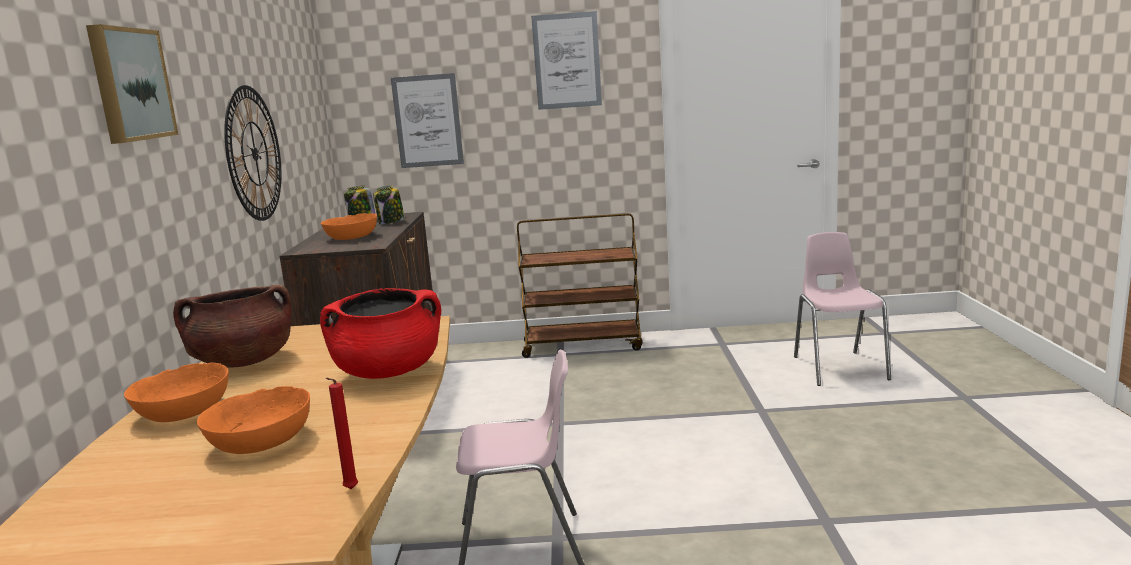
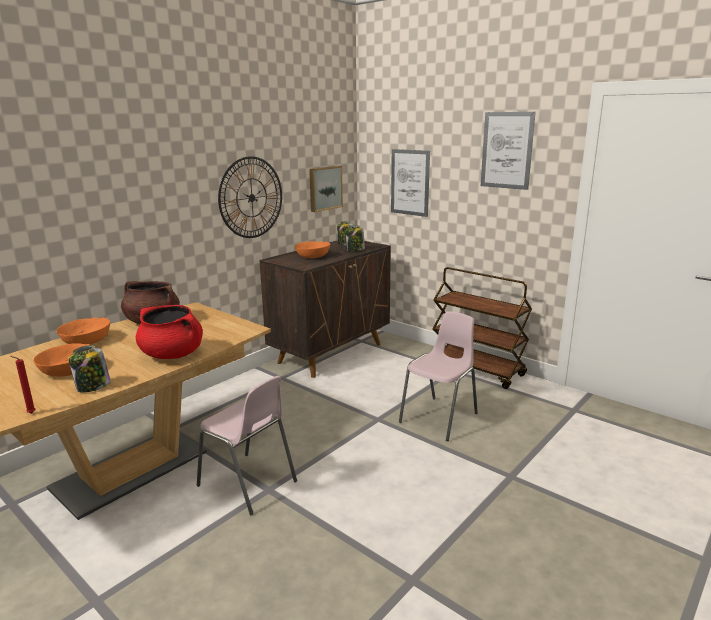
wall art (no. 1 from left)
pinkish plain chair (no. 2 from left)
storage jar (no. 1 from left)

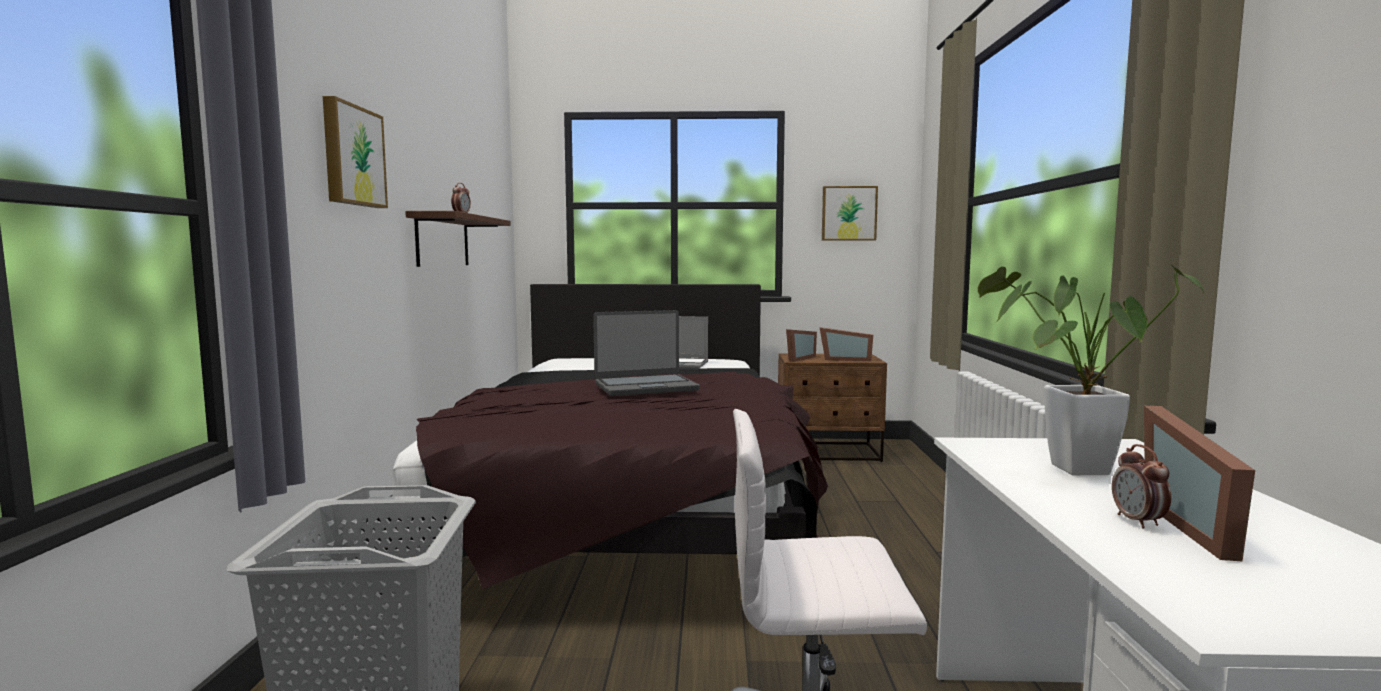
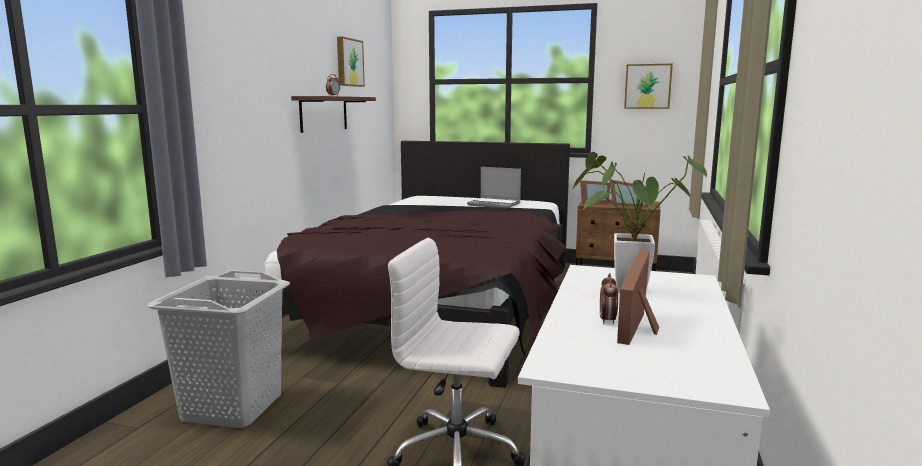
wall art (no. 1 from left)
portable computer (no. 1 from left in the first image)

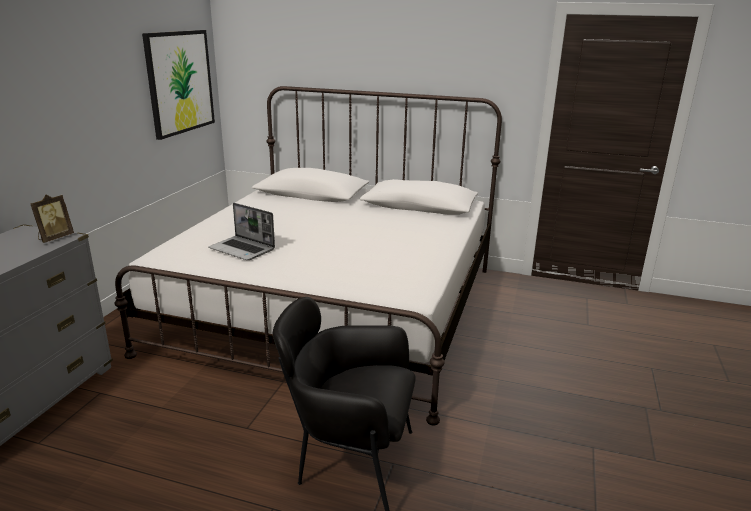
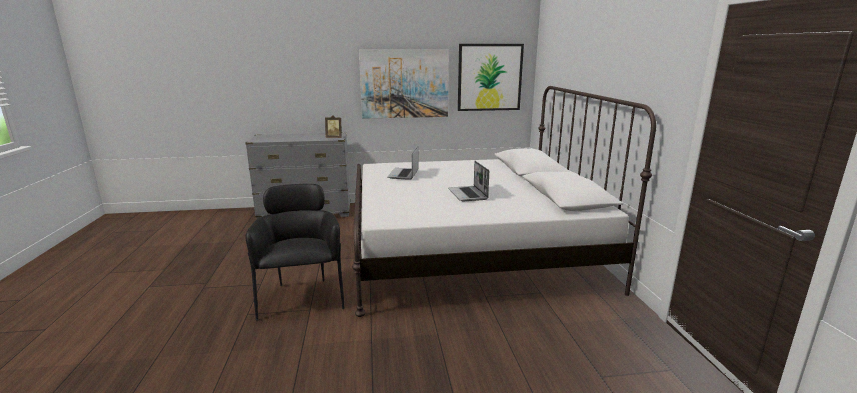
wall art (no. 1 from left)
portable computer (no. 2 from left)

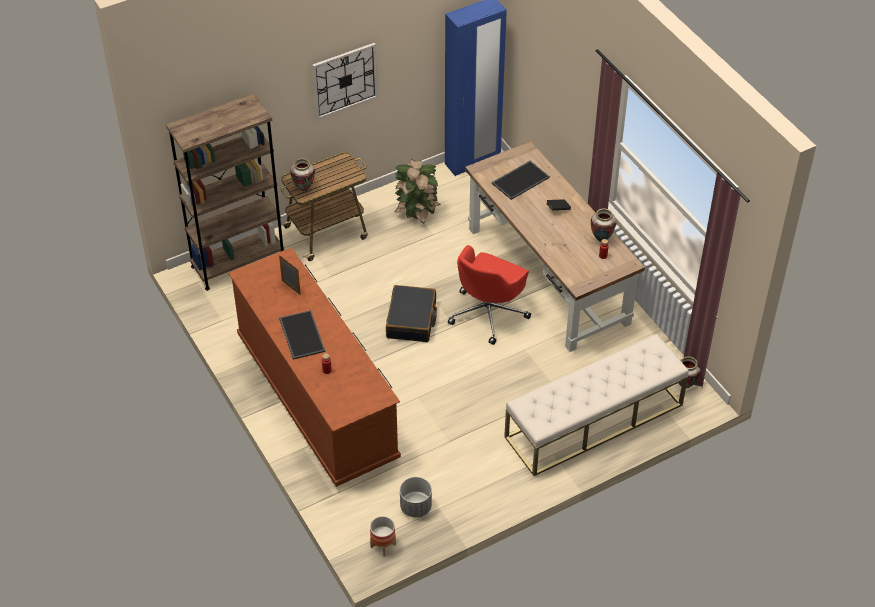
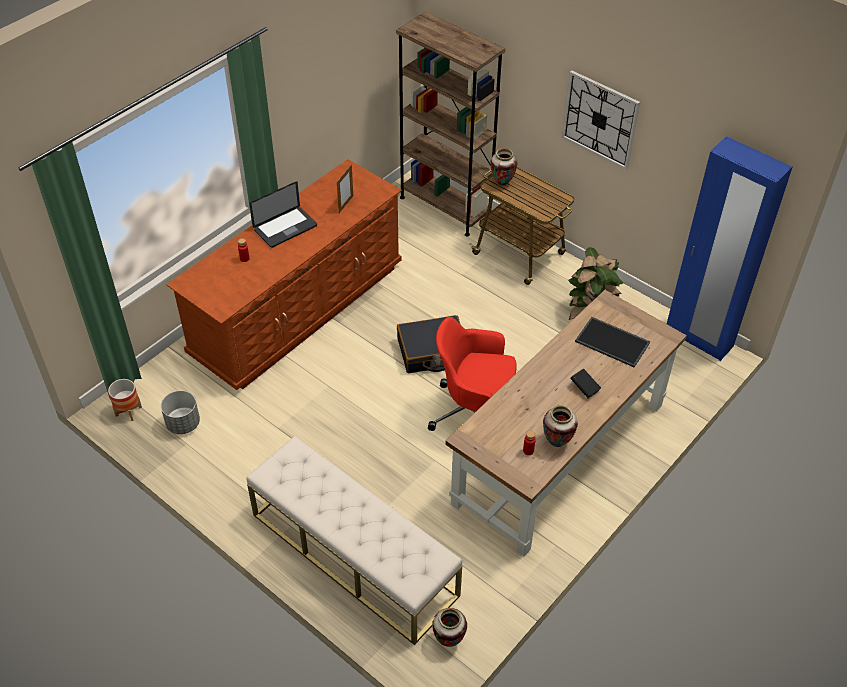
portable computer

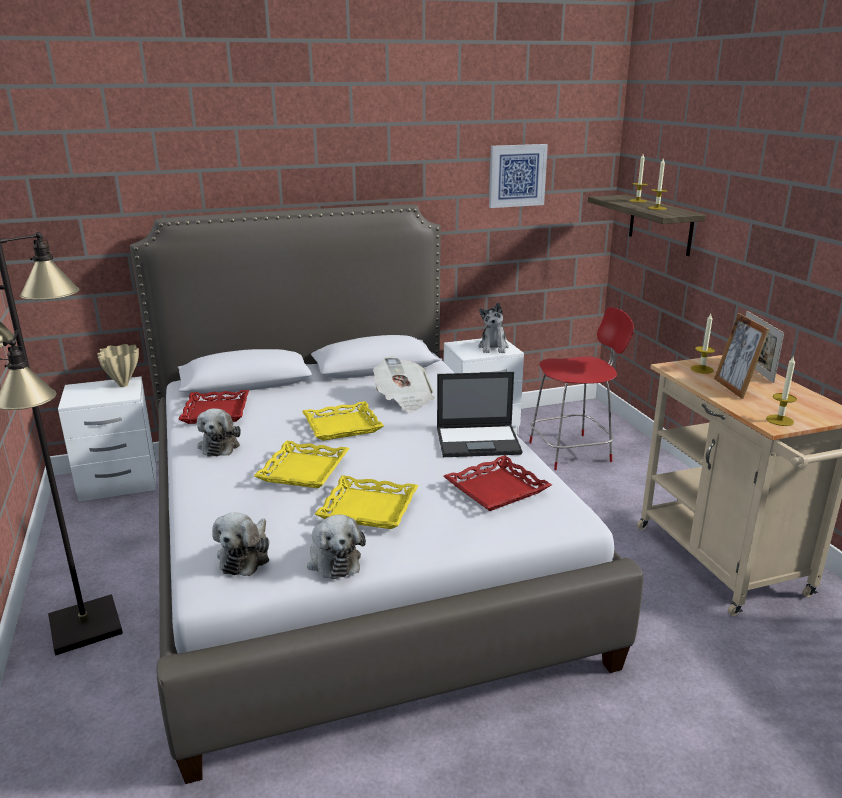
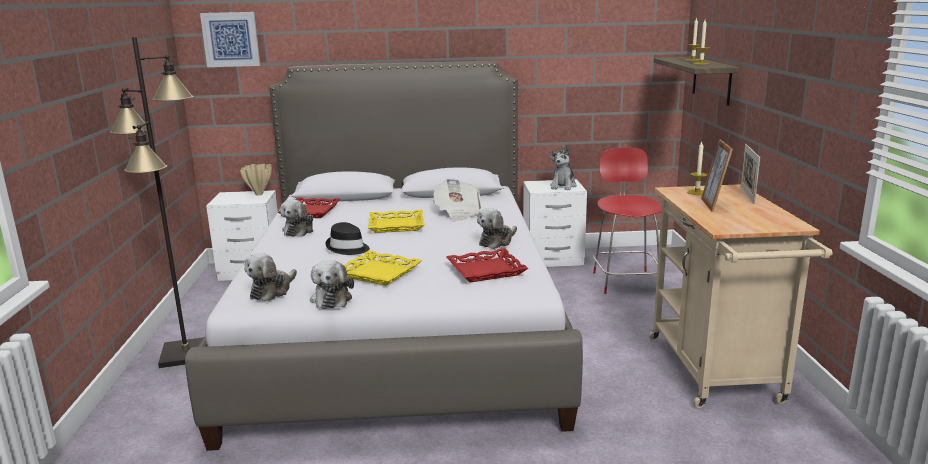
blackish hat
soft toy (no. 4 from left)
wall art
reddish plain chair
wax light (no. 4 from left in the first image)

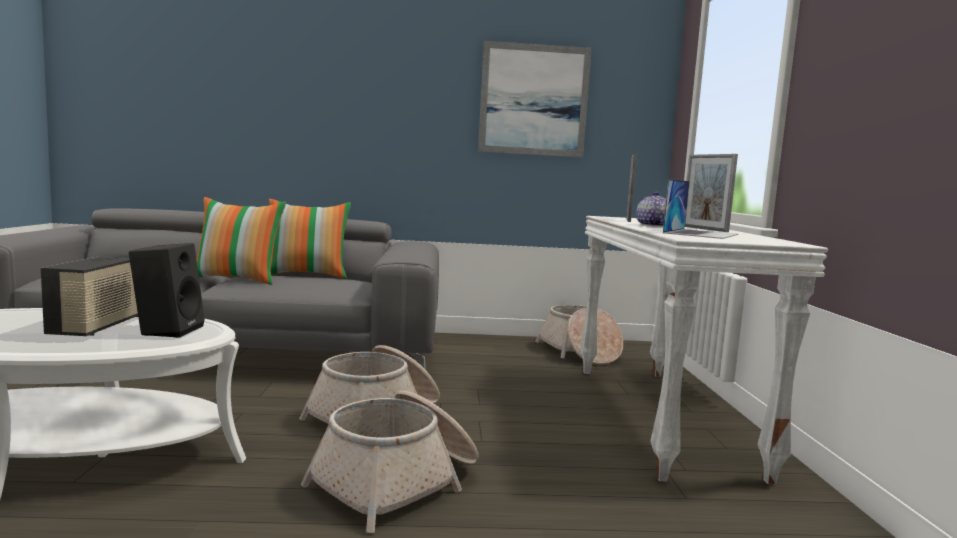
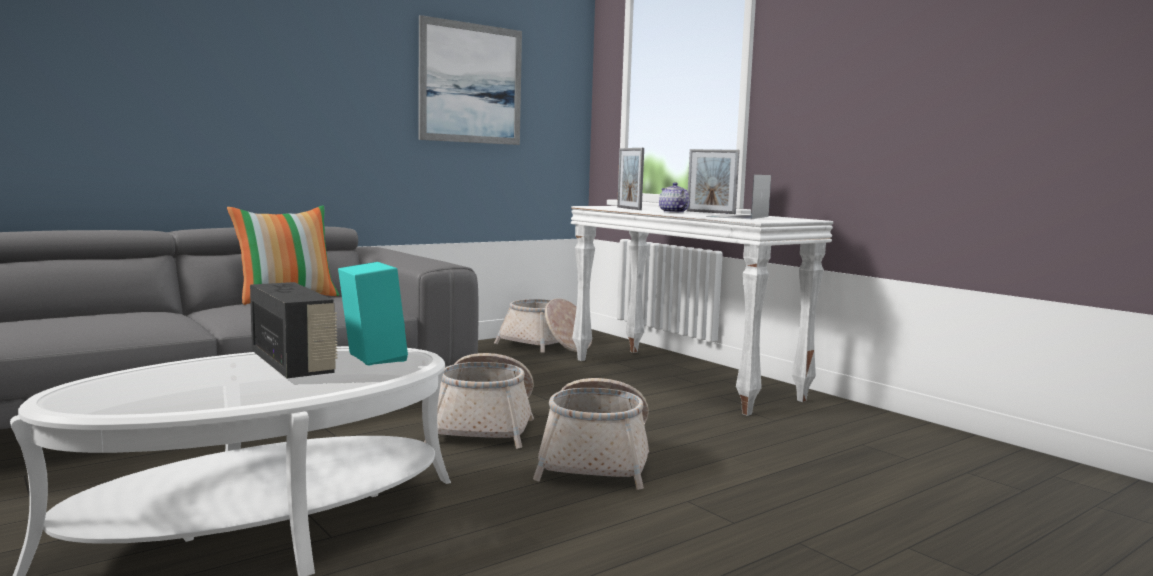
blue-green speaker
throw pillow (no. 1 from left in the first image)
portable computer

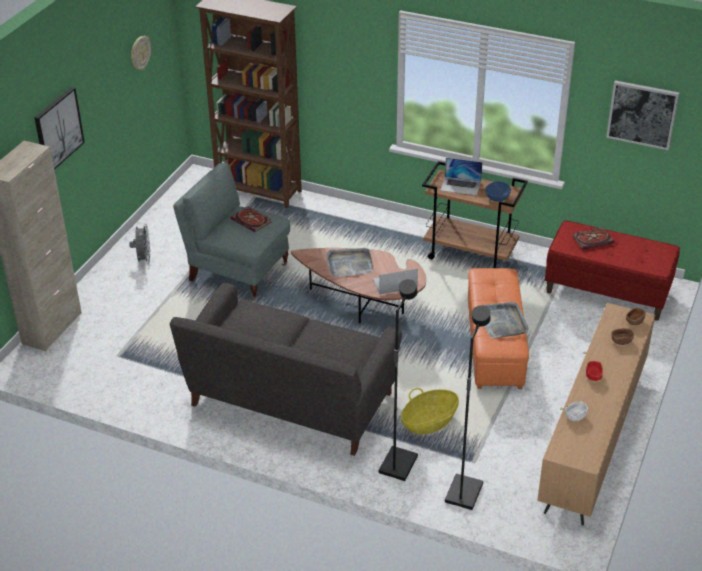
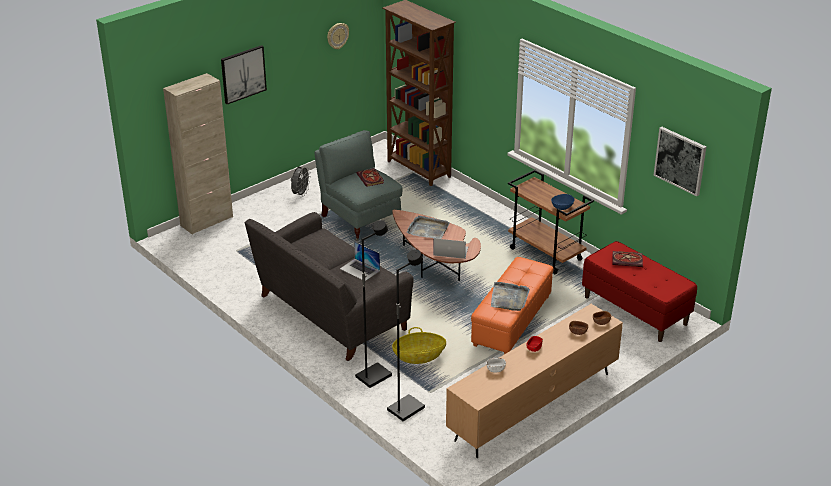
portable computer (no. 1 from left)

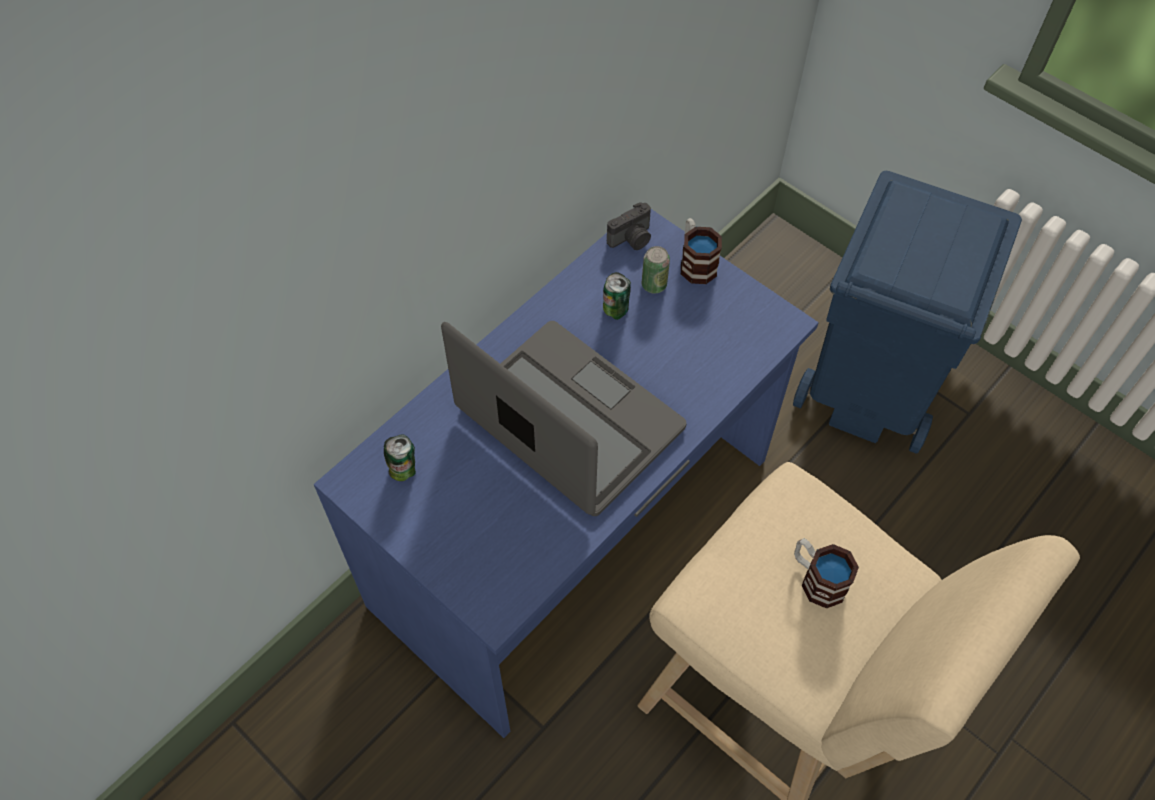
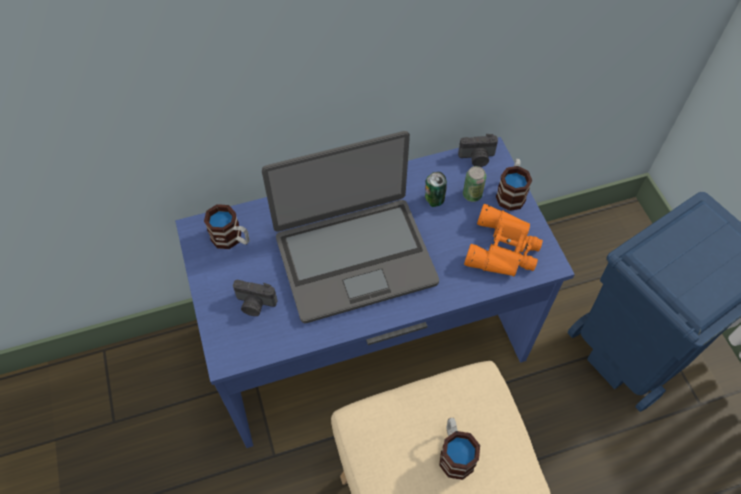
tea mug (no. 1 from left)
portable computer
still camera (no. 1 from left)
orangey pair of binoculars

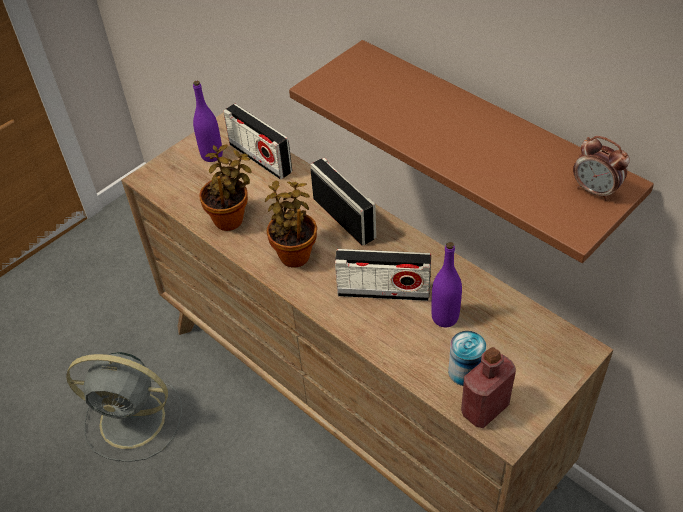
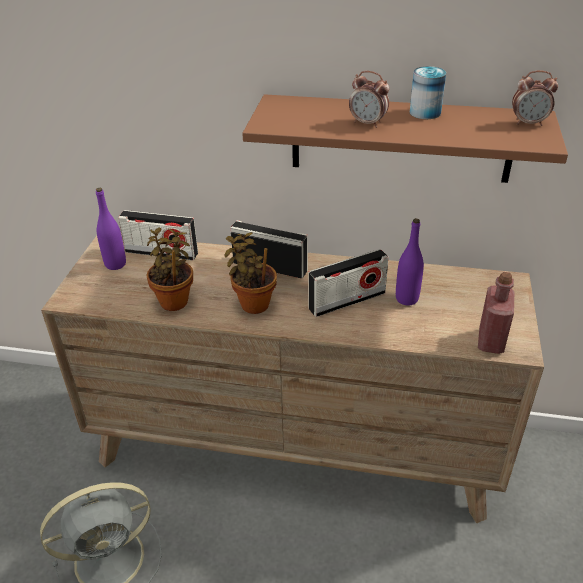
can
alarm clock (no. 1 from left)

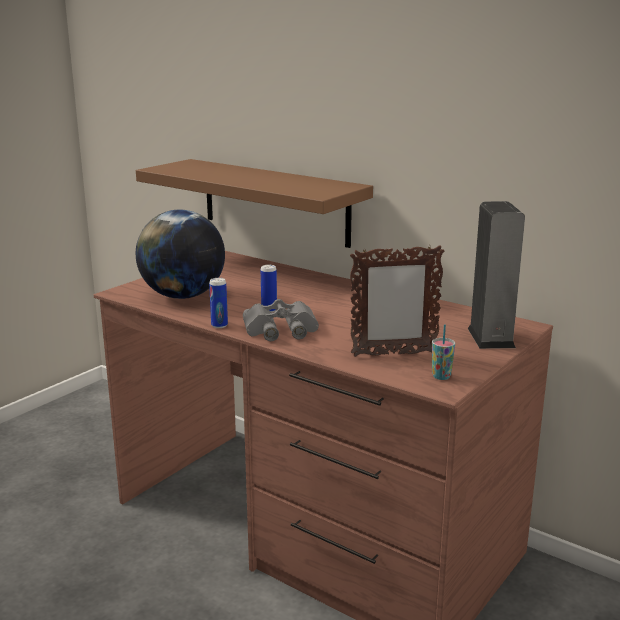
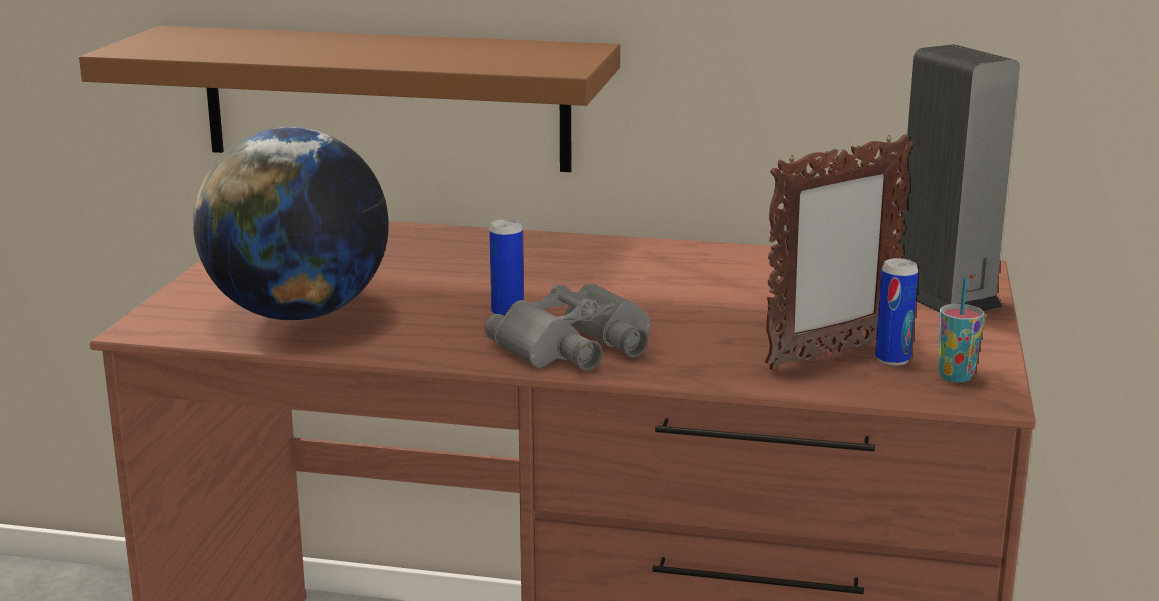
can (no. 2 from left)

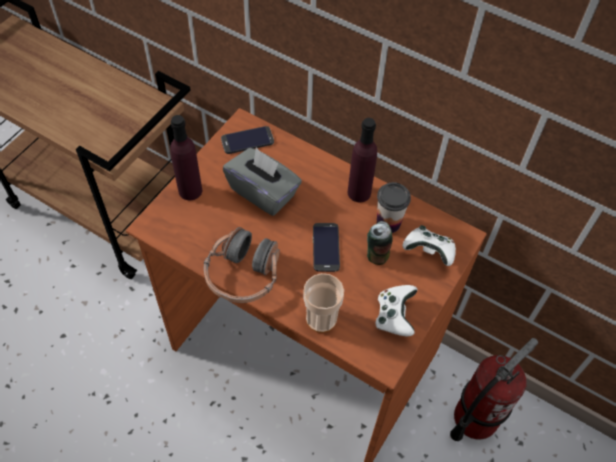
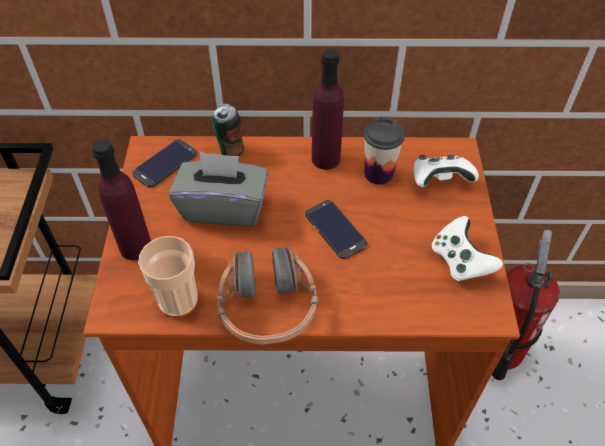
cup (no. 1 from left)
can

